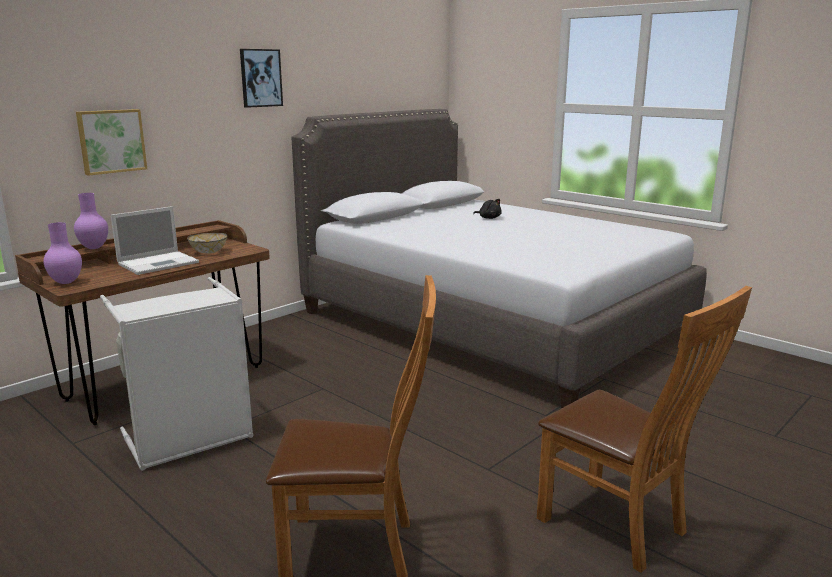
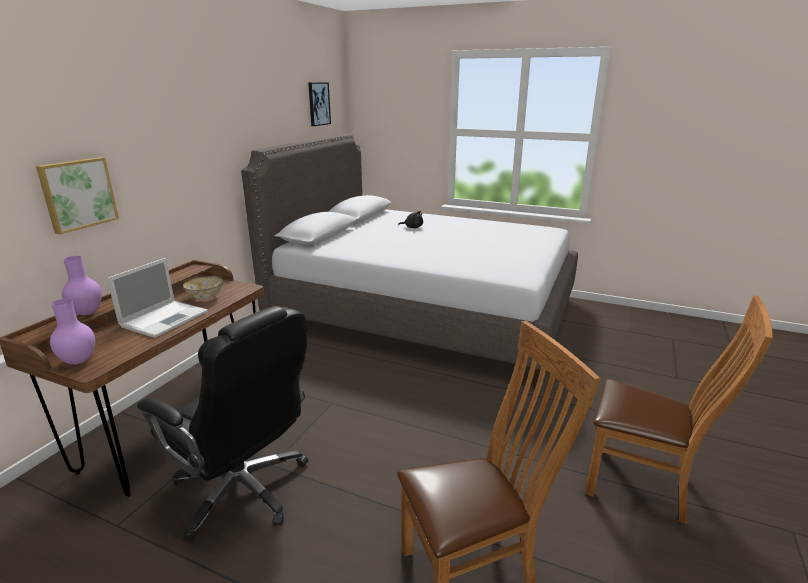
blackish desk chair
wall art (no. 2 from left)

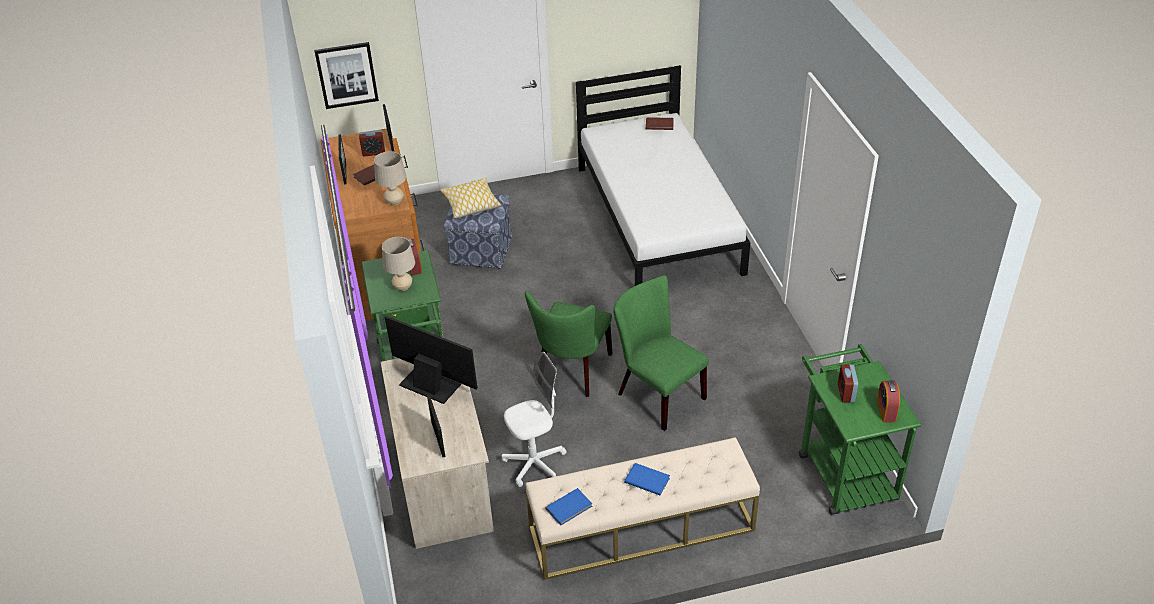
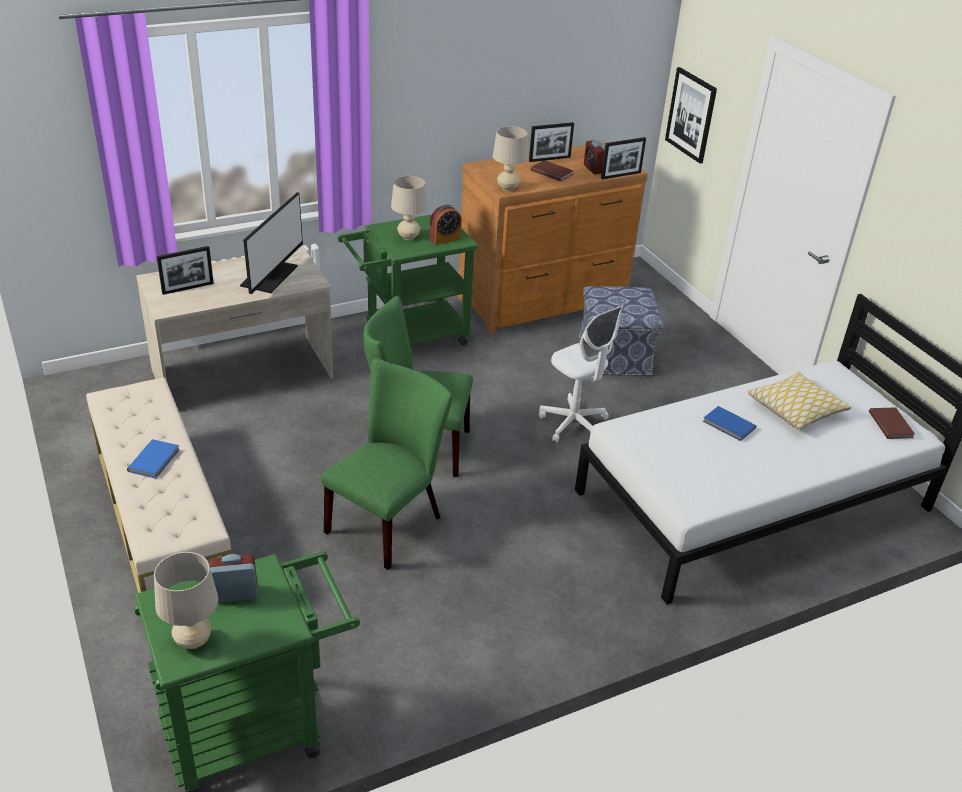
throw pillow
whitish desk chair
blue-coloured bound book (no. 2 from left)
sand-coloured table lamp (no. 1 from left)

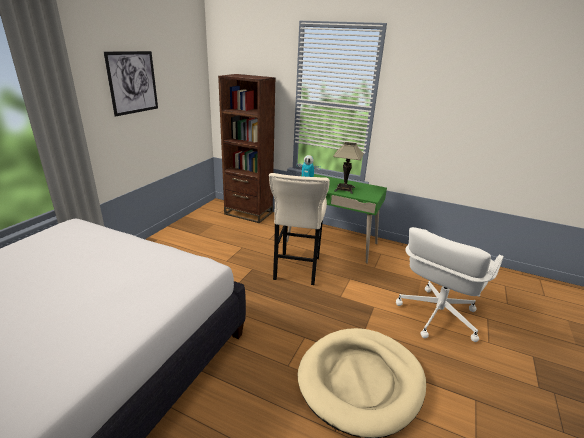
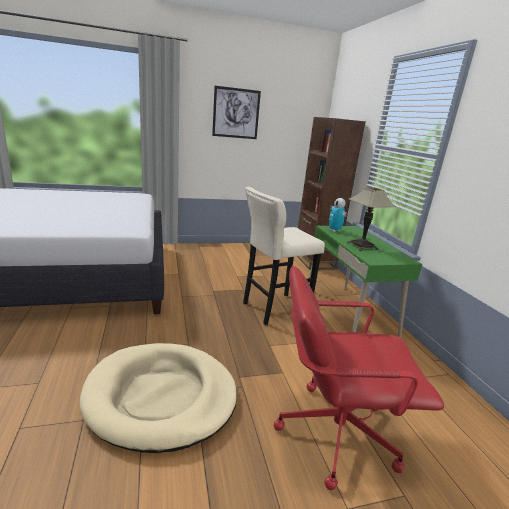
reddish desk chair

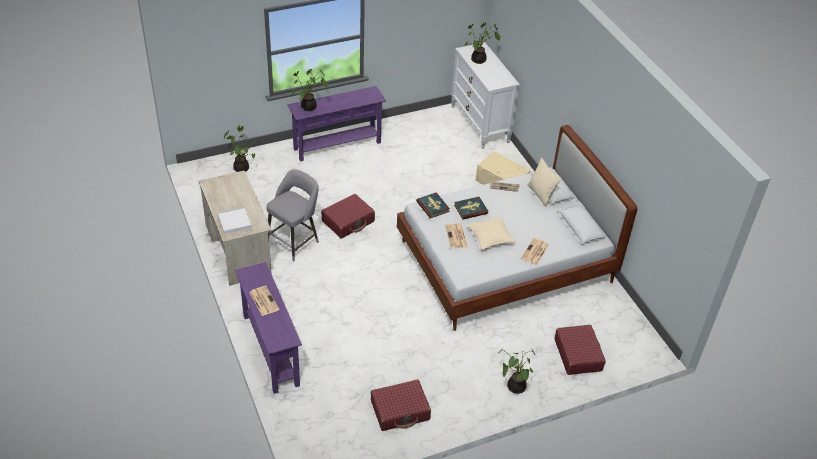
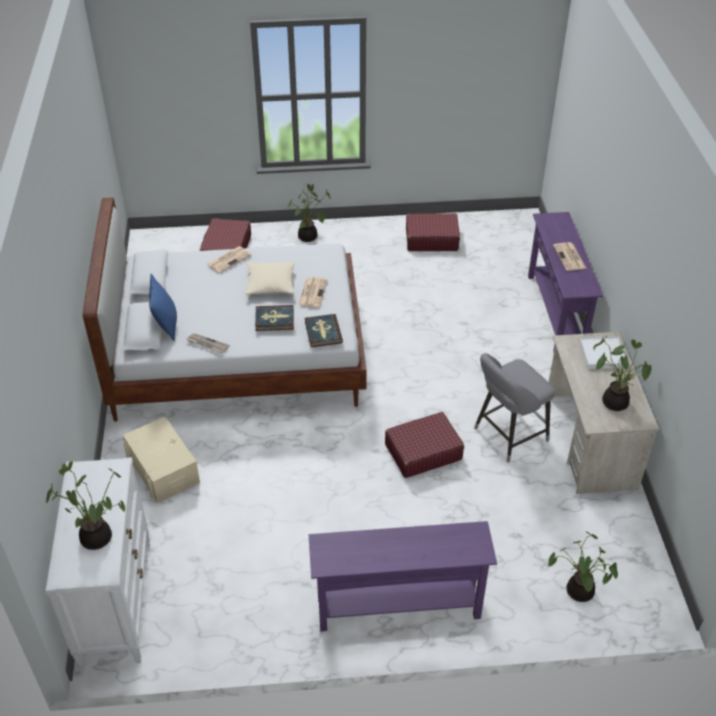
houseplant (no. 4 from left)
blue-coloured throw pillow

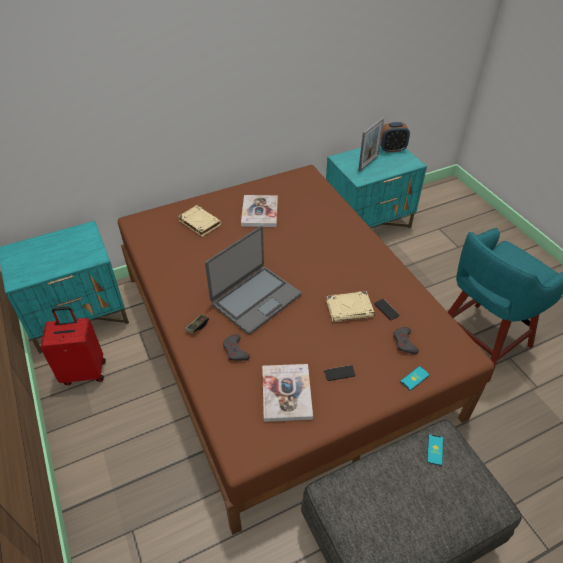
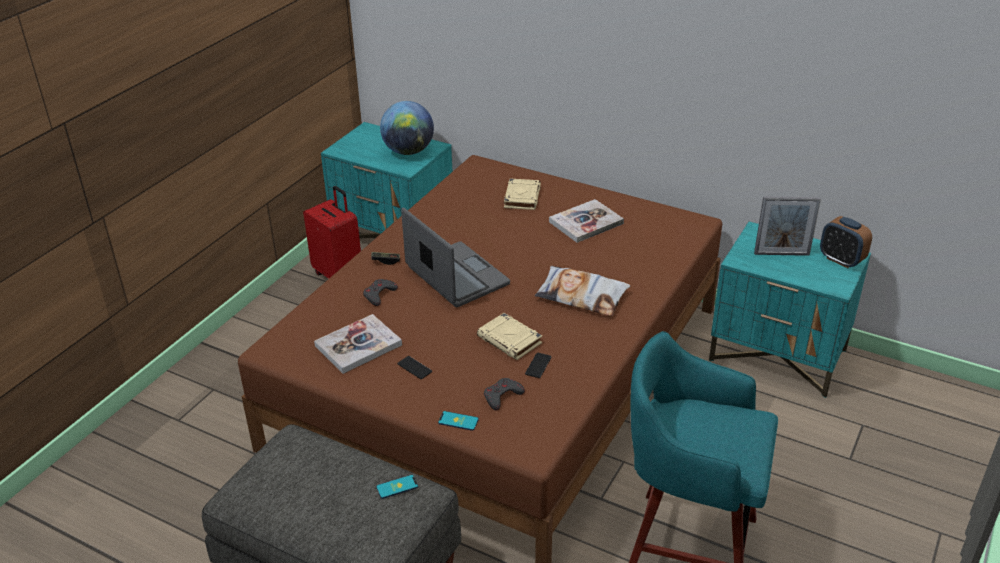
portable computer
globe
throw pillow

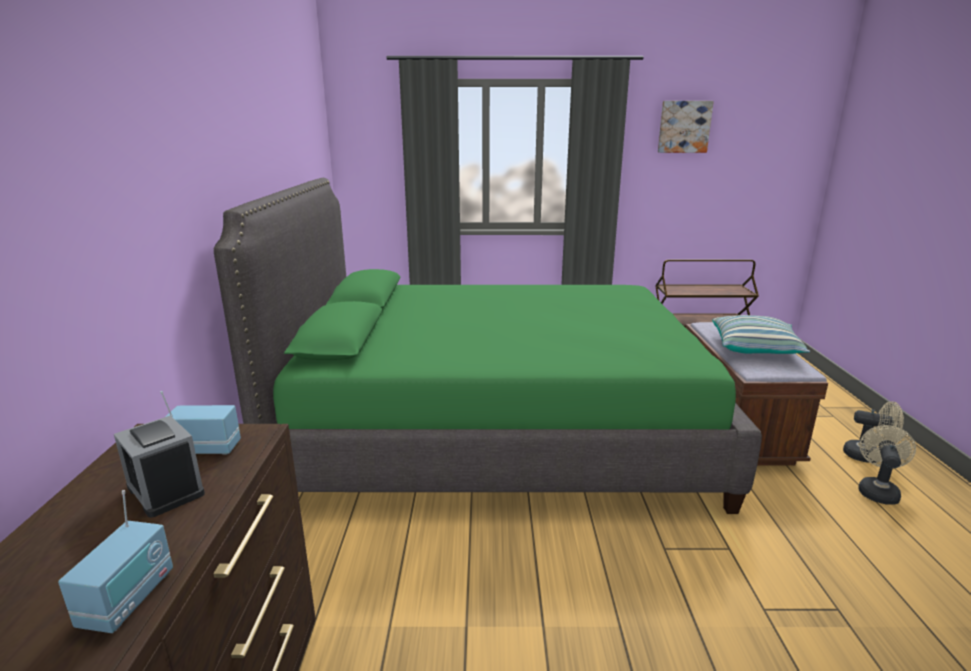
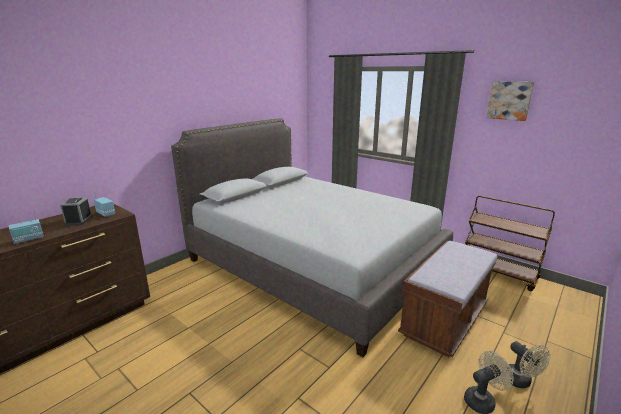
gray sleeping bed
throw pillow

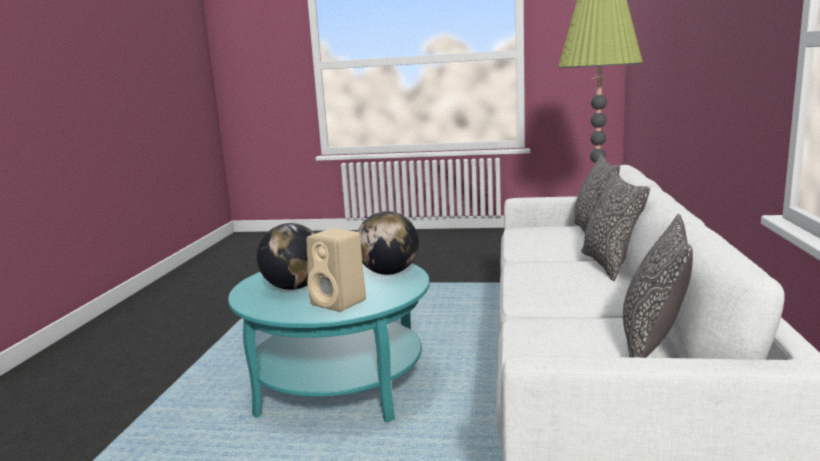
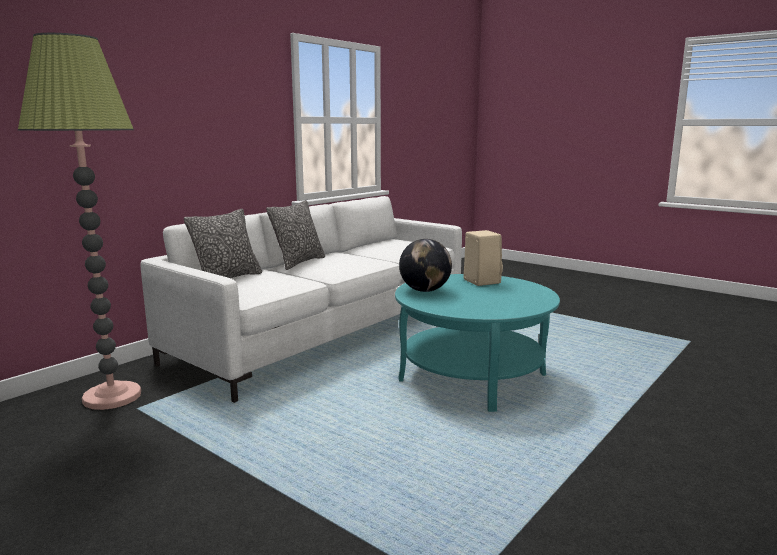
globe (no. 1 from left in the first image)
throw pillow (no. 3 from left in the first image)

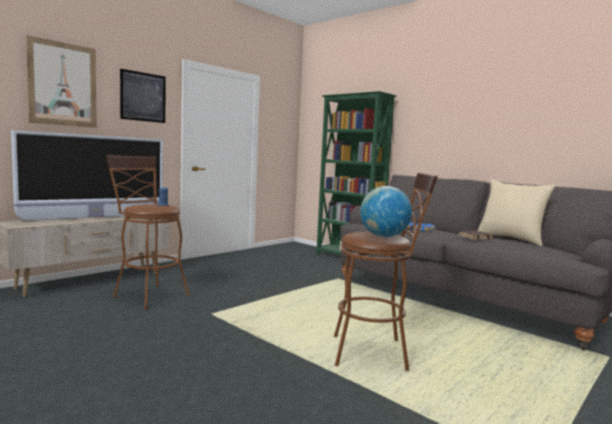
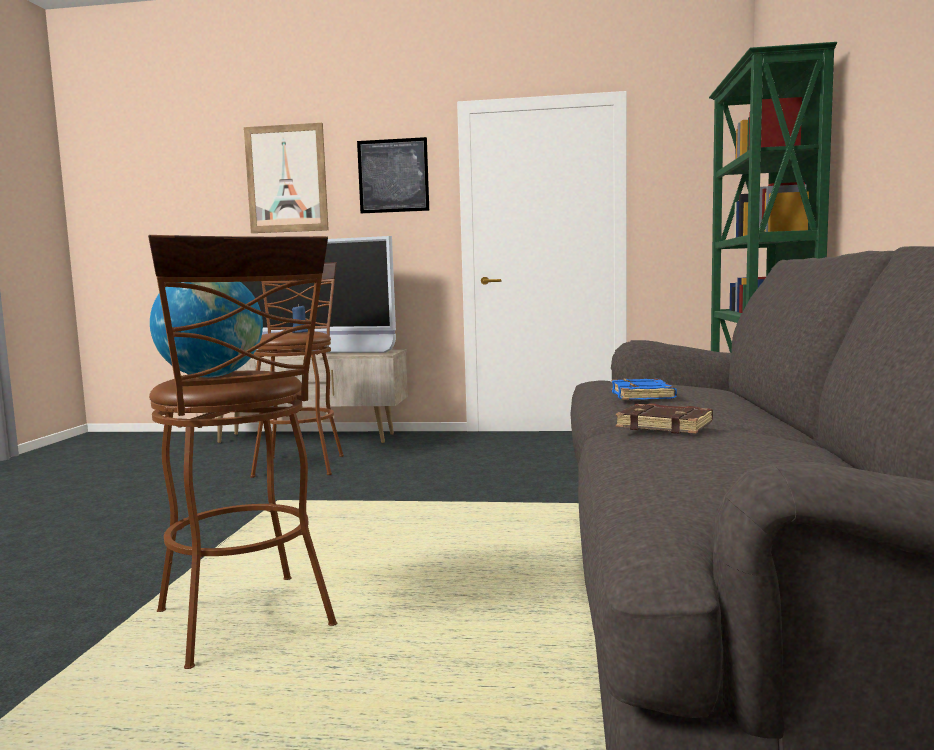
sand-coloured throw pillow

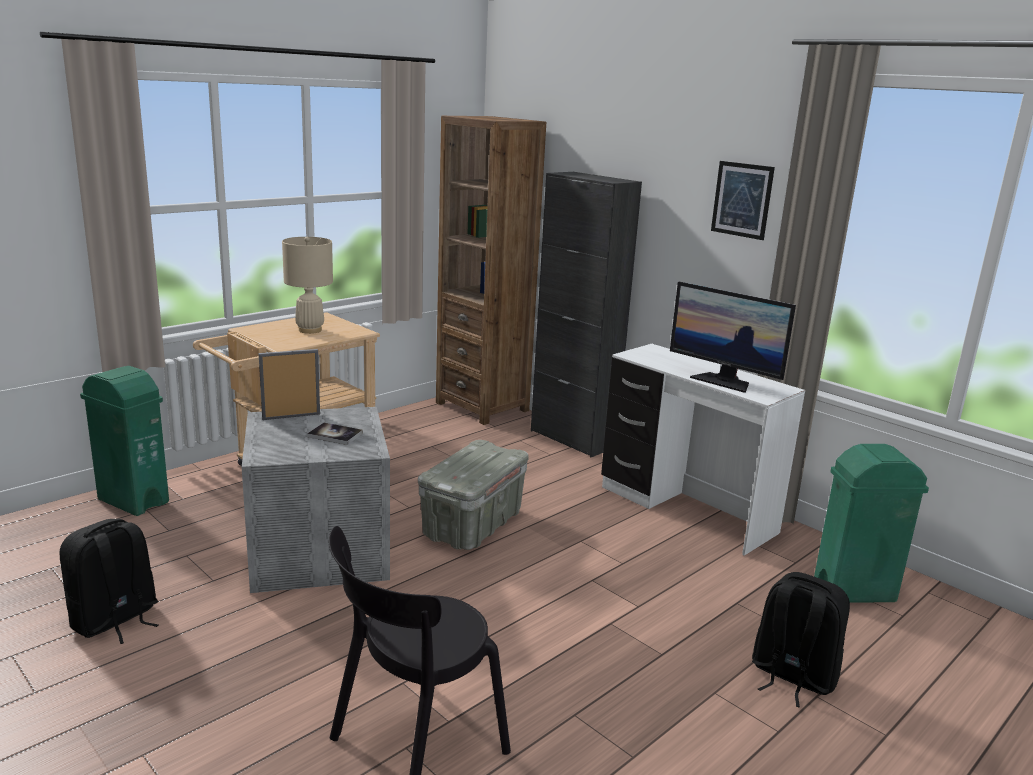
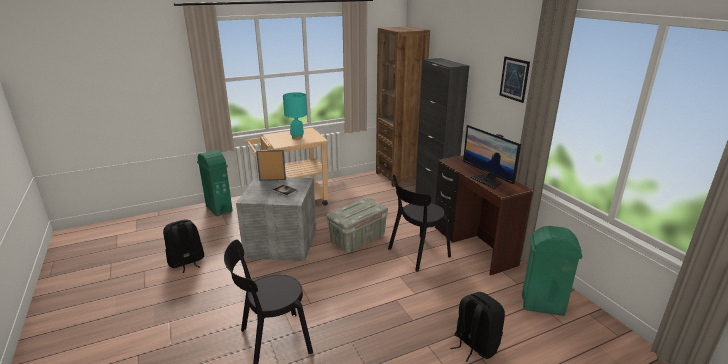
blue-green table lamp
brown desk table
blackish plain chair (no. 2 from left)

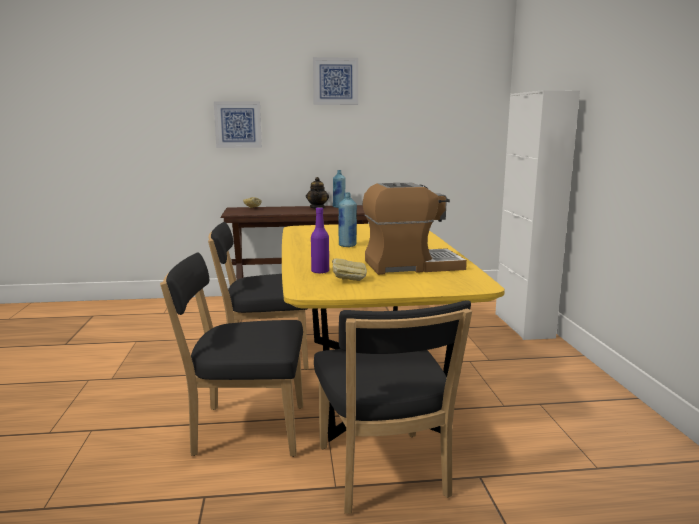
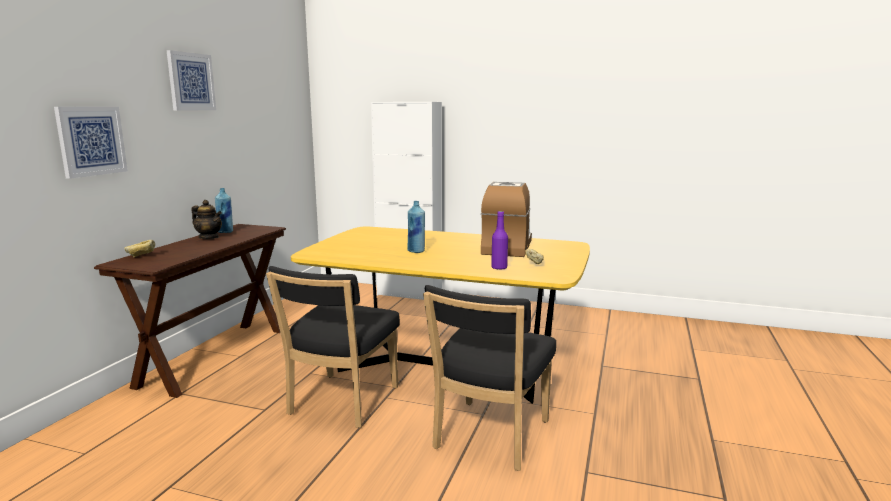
blackish plain chair (no. 3 from left in the first image)

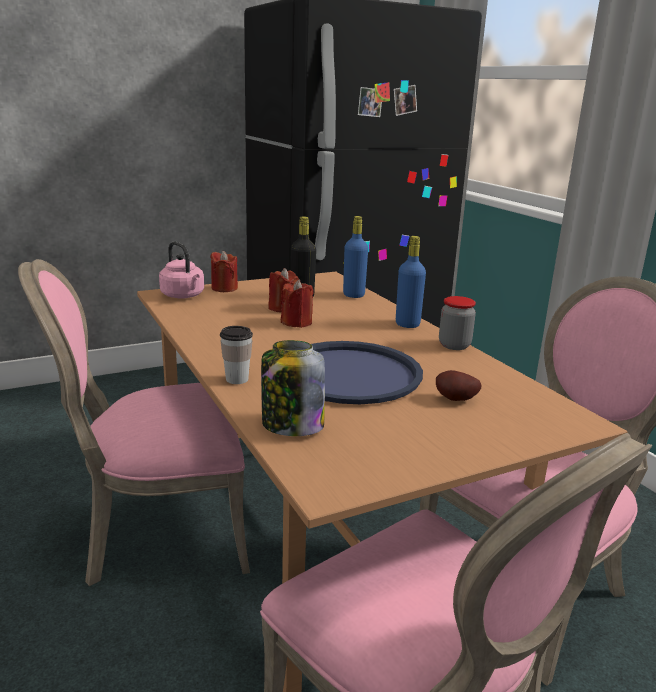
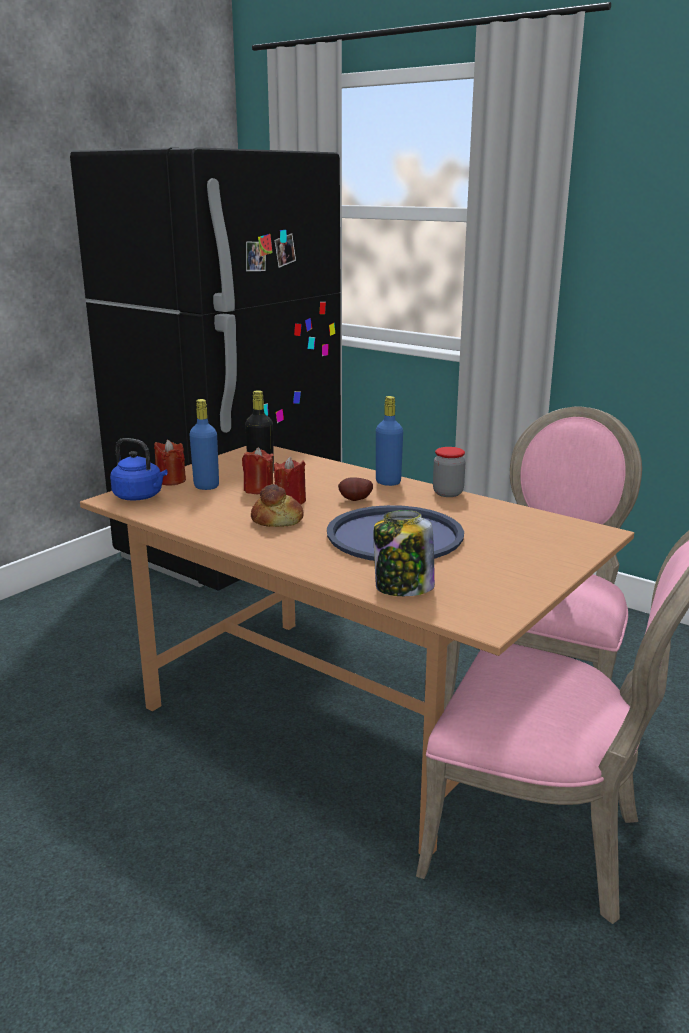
pinkish plain chair (no. 1 from left in the first image)
blue-coloured water kettle
cup
blue-coloured bottle (no. 1 from left)
potato
baked bread

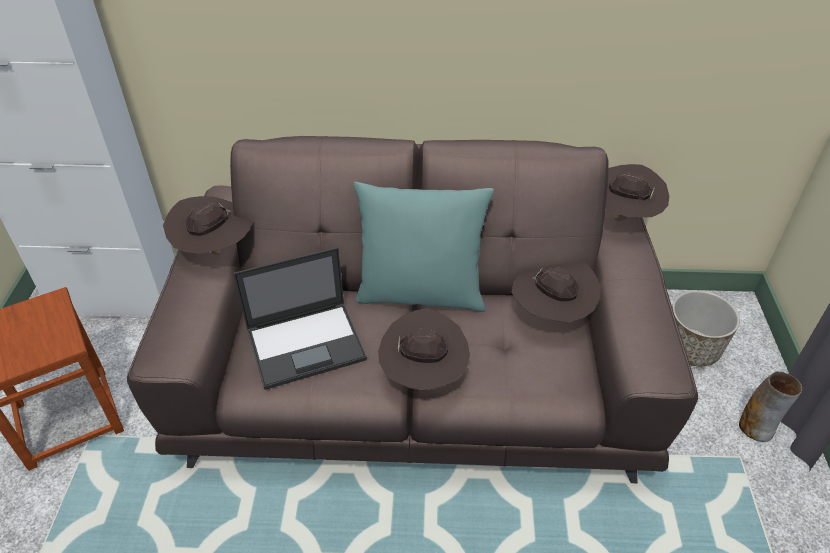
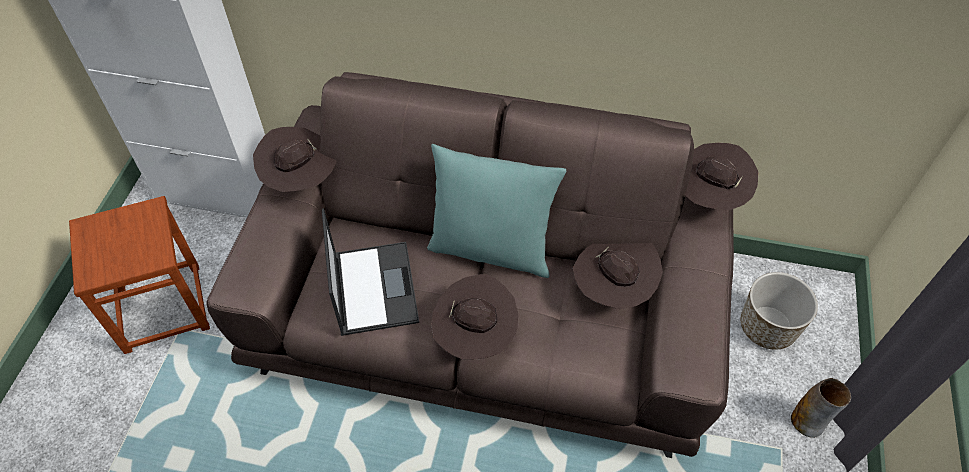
portable computer

